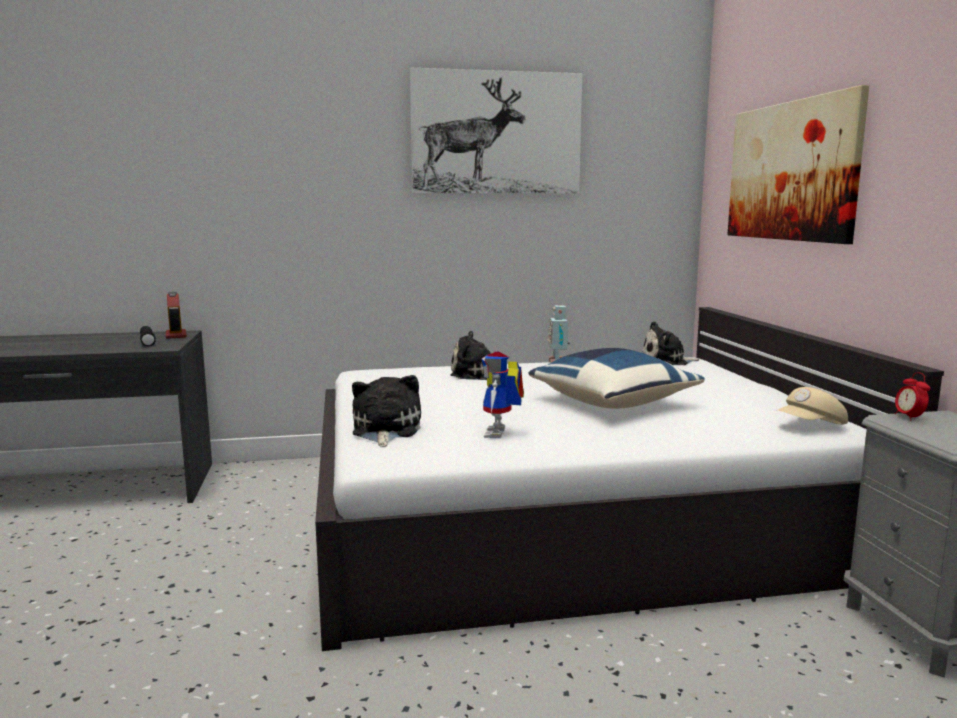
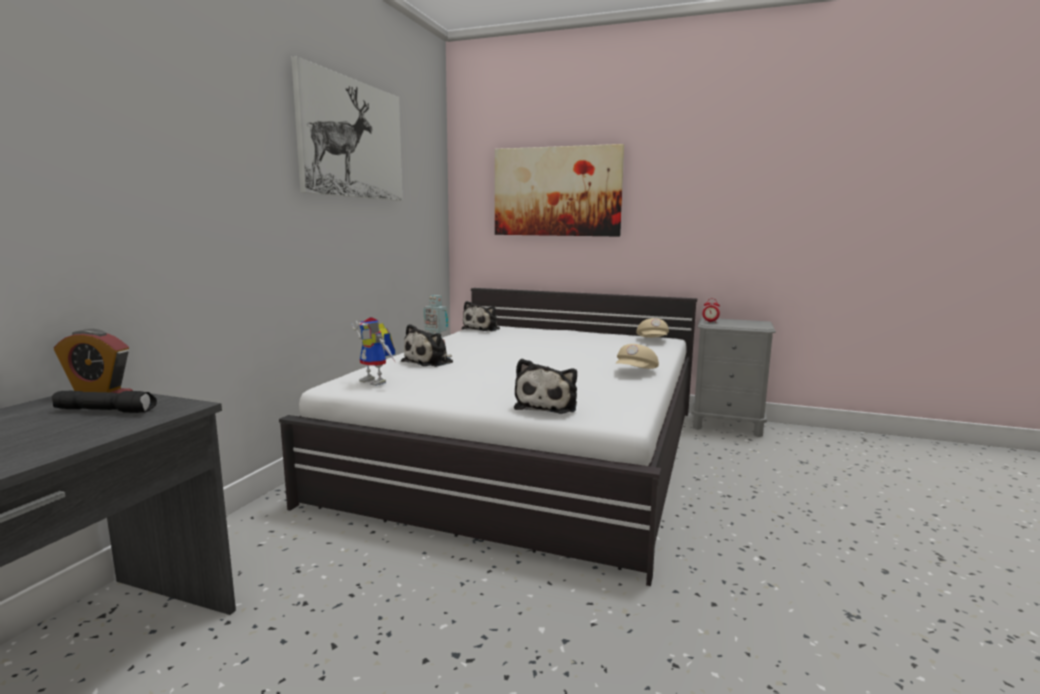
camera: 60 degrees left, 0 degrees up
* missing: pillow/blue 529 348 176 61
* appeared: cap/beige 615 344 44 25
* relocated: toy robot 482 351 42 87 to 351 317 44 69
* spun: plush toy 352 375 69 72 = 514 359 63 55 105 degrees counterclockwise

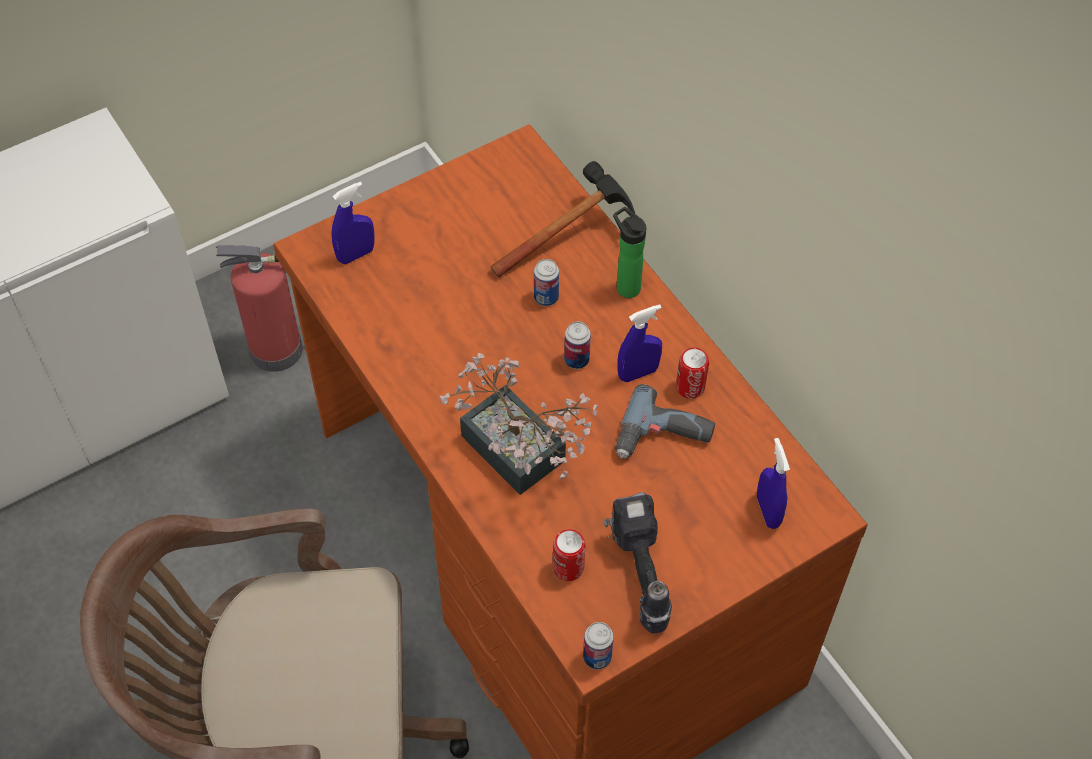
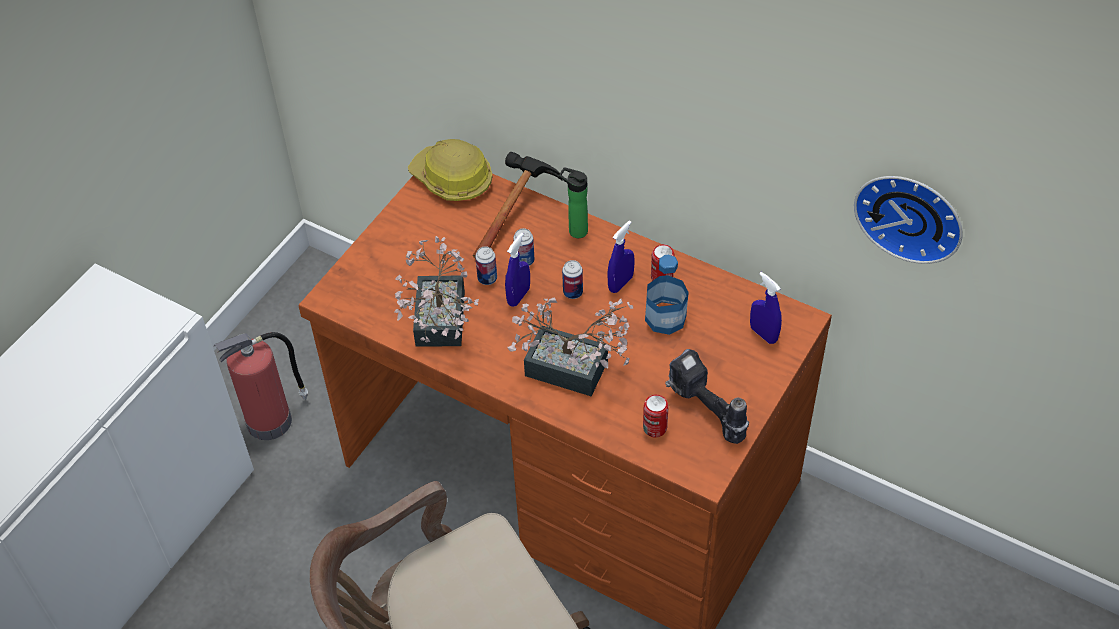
camera: 25 degrees left, 5 degrees down
* appeared: potted plant 394 236 85 111
* appeared: hard hat 408 139 84 62
* appeared: wall clock 854 176 109 88
* relocated: spray bottle/blue 331 182 43 82 to 505 233 25 74
* relocated: can 583 622 31 47 to 475 246 22 39
* exchanged: power drill 615 384 100 75 to bottle 645 255 44 80

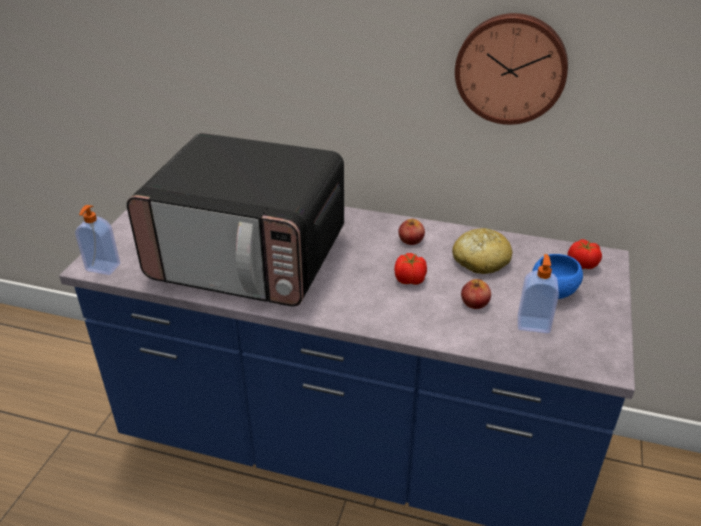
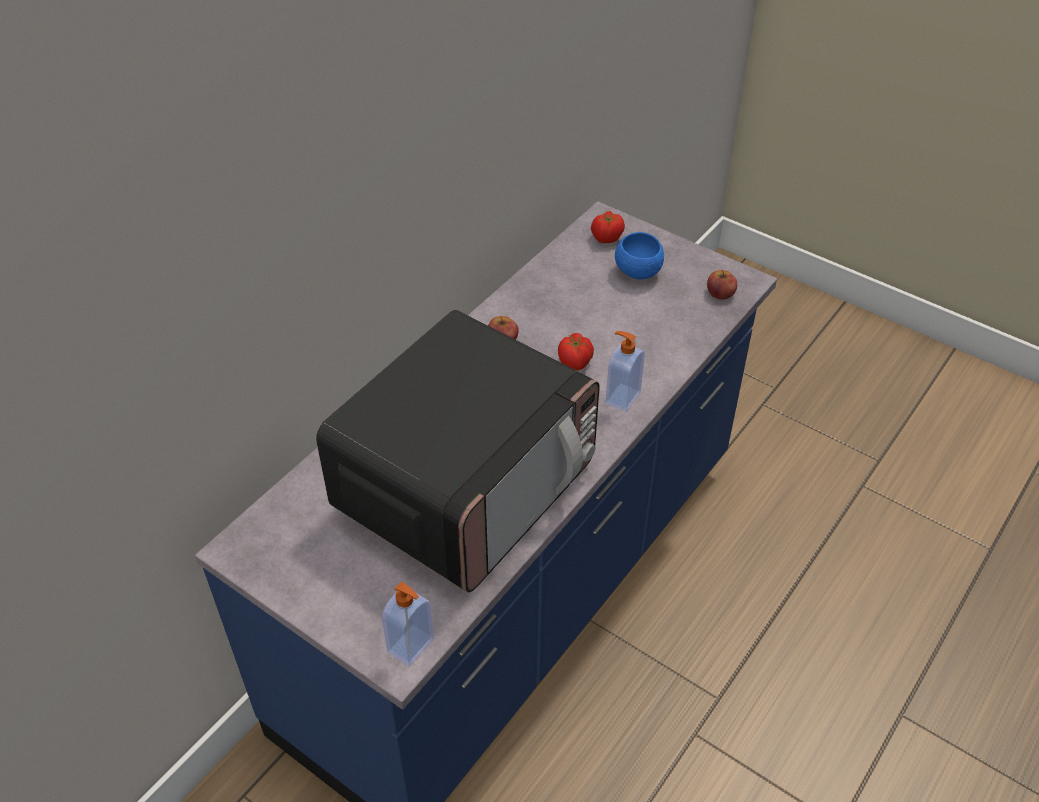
camera: 70 degrees left, 10 degrees up
* missing: bread 452 228 60 46
* missing: wall clock 455 13 113 112
* relocated: apple 461 279 30 30 to 707 270 30 30
* relocated: soap dispenser 518 254 41 79 to 605 331 40 81

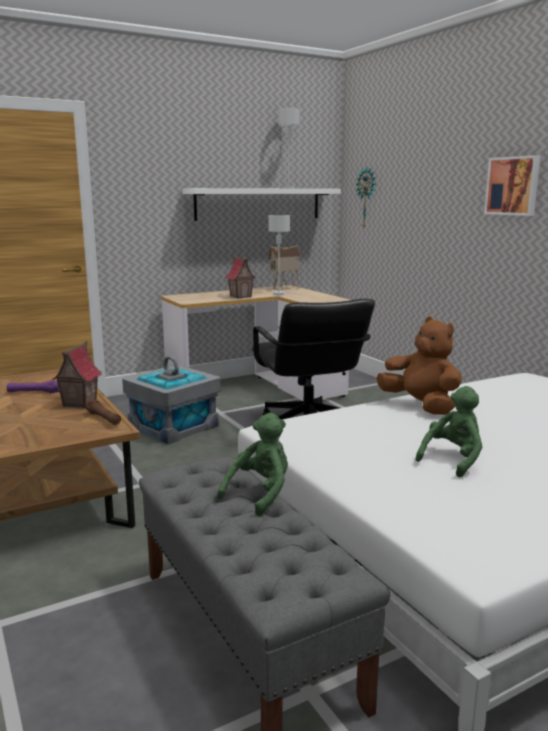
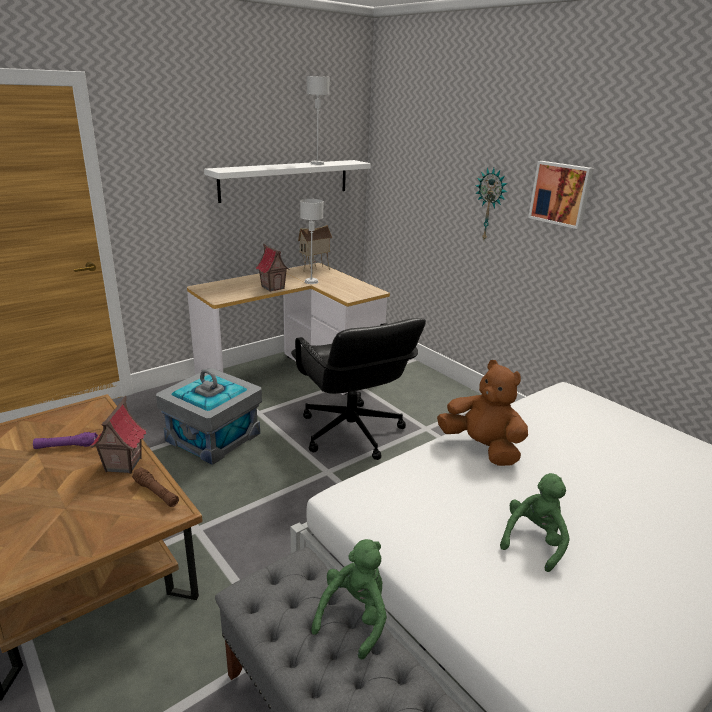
camera: 10 degrees left, 10 degrees up
* relocated: wall clock 356 166 20 61 to 475 168 33 72

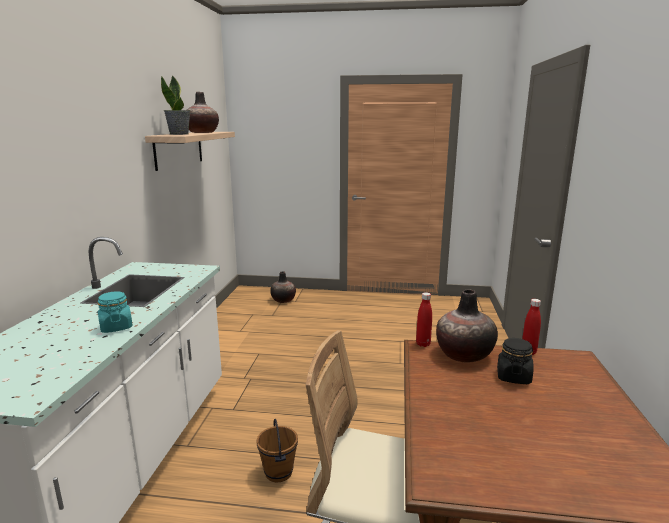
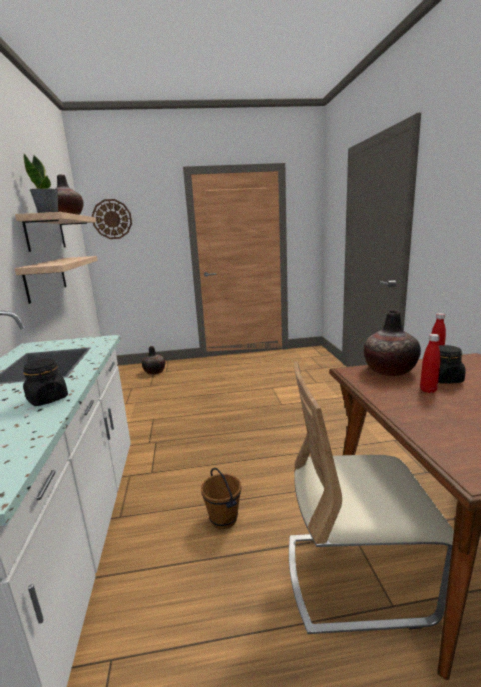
camera: 15 degrees left, 0 degrees up
* appeared: shelf 14 256 84 48
* appeared: wall clock 92 199 40 40
* relocated: bottle/red 416 292 16 55 to 420 334 21 59
* colour: jar/turquoise 98 291 35 42 to jar/black 23 359 45 47

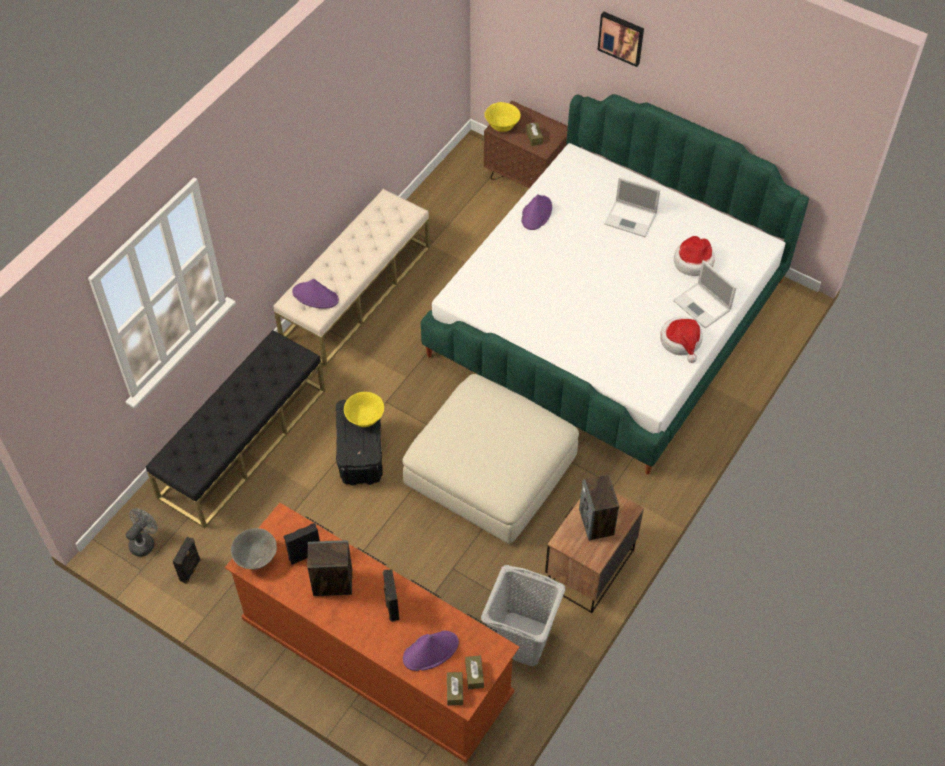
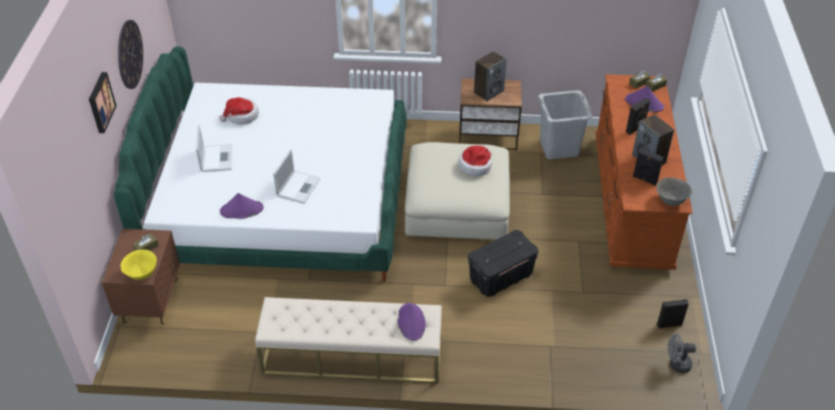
camera: 120 degrees left, 10 degrees down
* missing: bench/black 146 330 179 199
* missing: bowl/yellow 344 392 40 35
* appeared: wall clock 118 20 25 69
* relocated: hat 660 316 43 47 to 458 146 34 30
* relocated: laptop 673 260 64 69 to 273 149 48 55

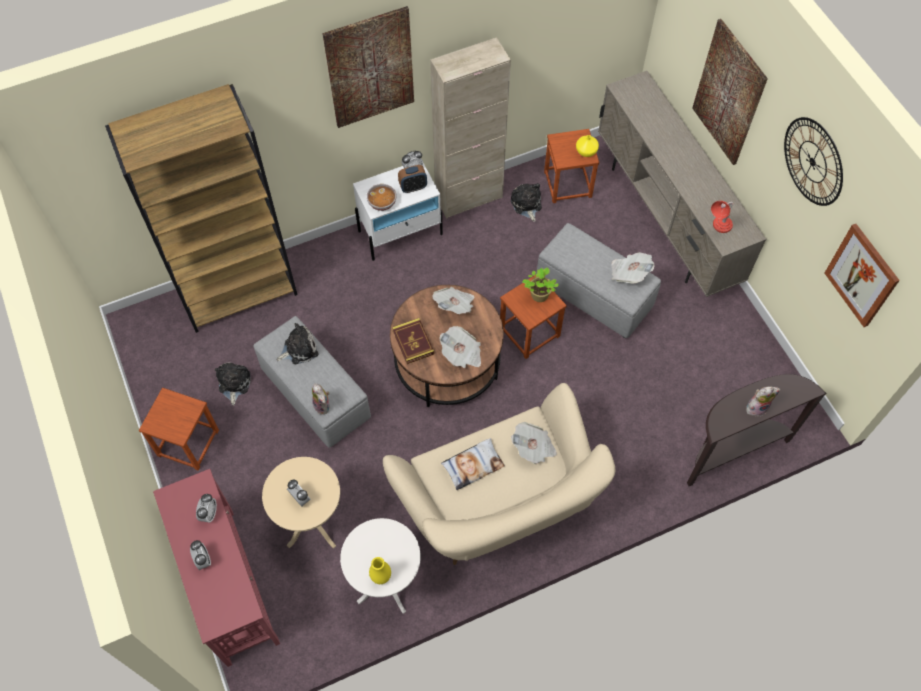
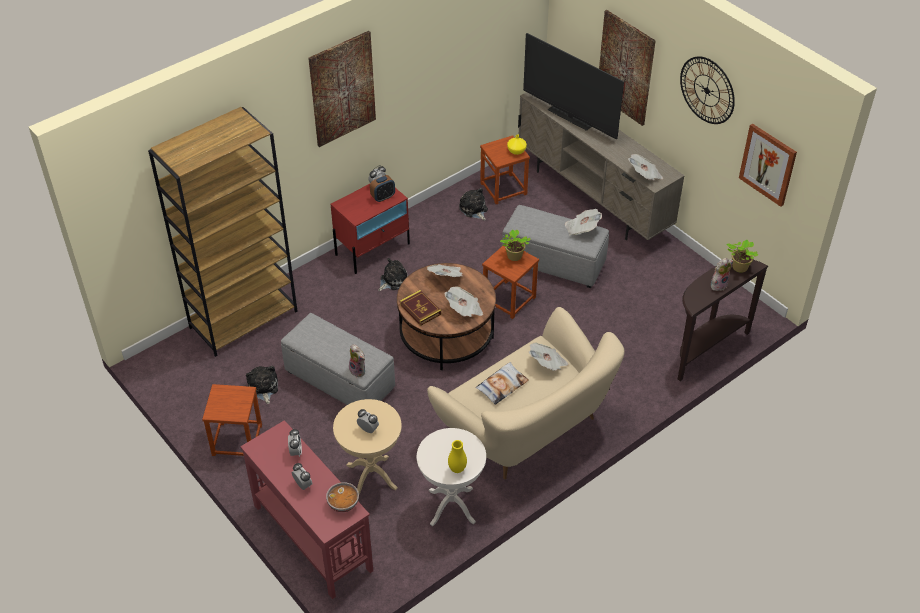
camera: 15 degrees left, 15 degrees down
* missing: cabinet/beige 430 37 81 182
* appeared: television 523 33 101 106
* appeared: potted plant 726 240 33 33
* relocated: plush toy 276 323 43 41 to 378 258 30 33
* relocated: bowl 367 184 29 27 to 326 482 33 30
* exchanged: table lamp/red 711 201 22 32 to newspaper 628 154 35 26
* colour: nightstand/white 353 163 90 98 to nightstand/red 331 184 79 90

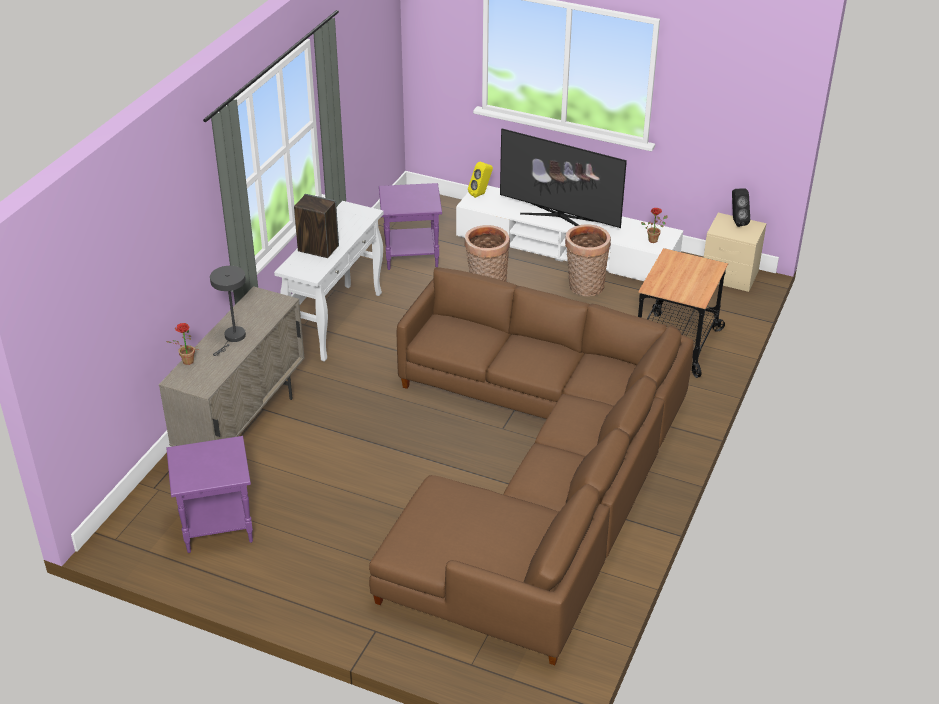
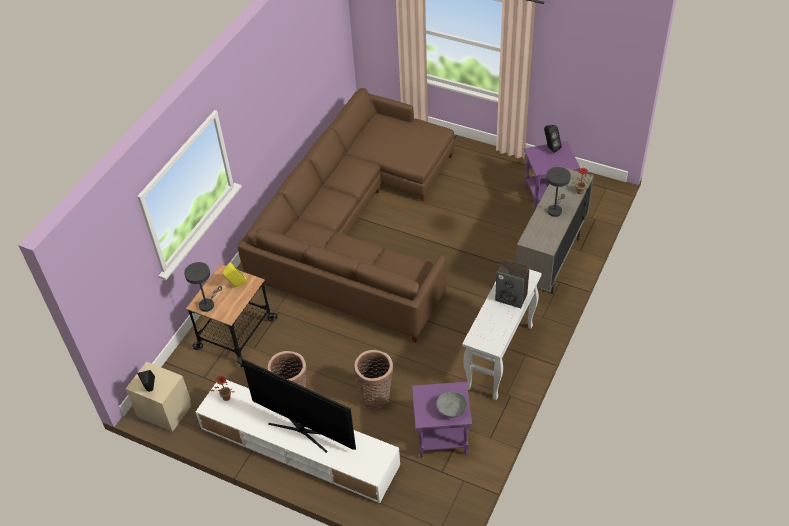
camera: 175 degrees left, 10 degrees up
* appeared: table lamp/grey 184 262 38 50
* appeared: bowl/grey 436 392 31 25
* appeared: speaker/black 544 125 18 28
* relocated: speaker/yellow 468 162 25 36 to 222 263 26 24

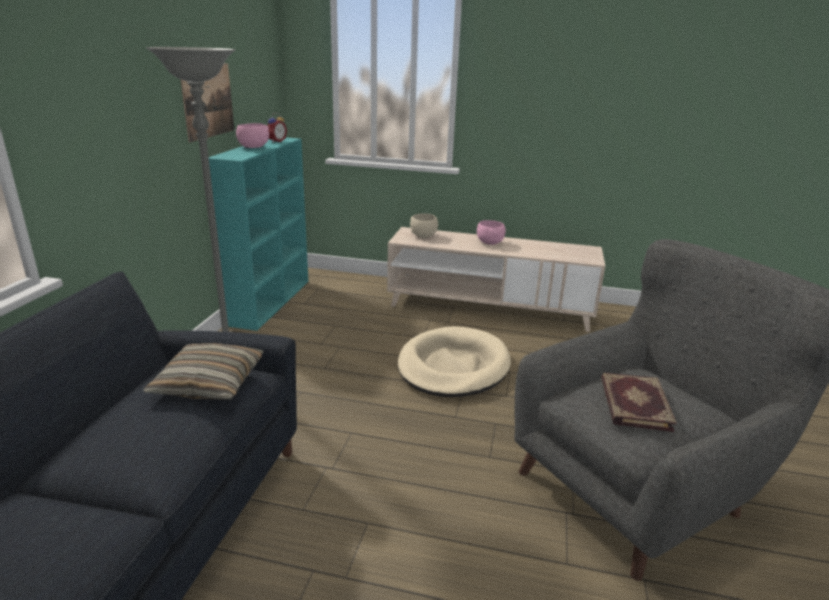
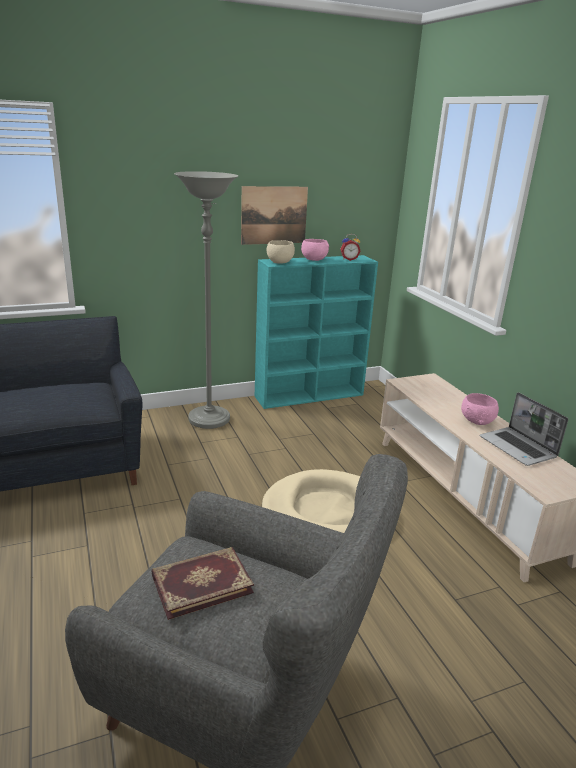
camera: 55 degrees right, 0 degrees up
* missing: pillow 143 343 120 57
* appeared: laptop 480 392 88 74
* relocated: bowl/beige 410 213 28 25 to 267 240 28 24

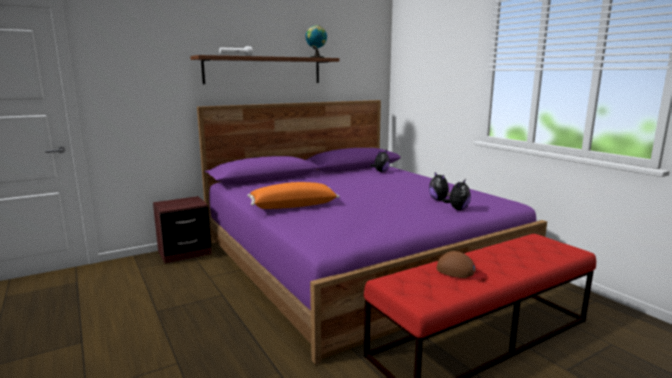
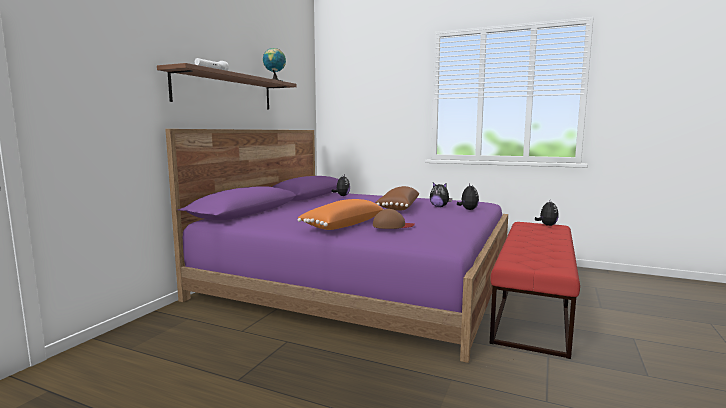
camera: 35 degrees left, 5 degrees down
* missing: nightstand/brown 153 196 58 68
* appeared: pillow/brown 375 186 44 25
* appeared: plush toy 535 201 24 25
* relocated: cap/brown 437 251 50 29 to 373 209 42 20

